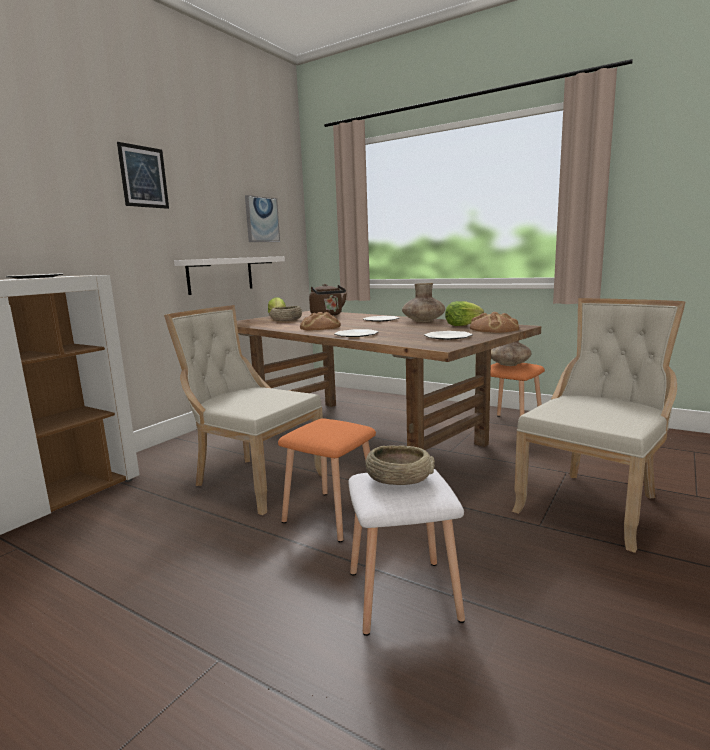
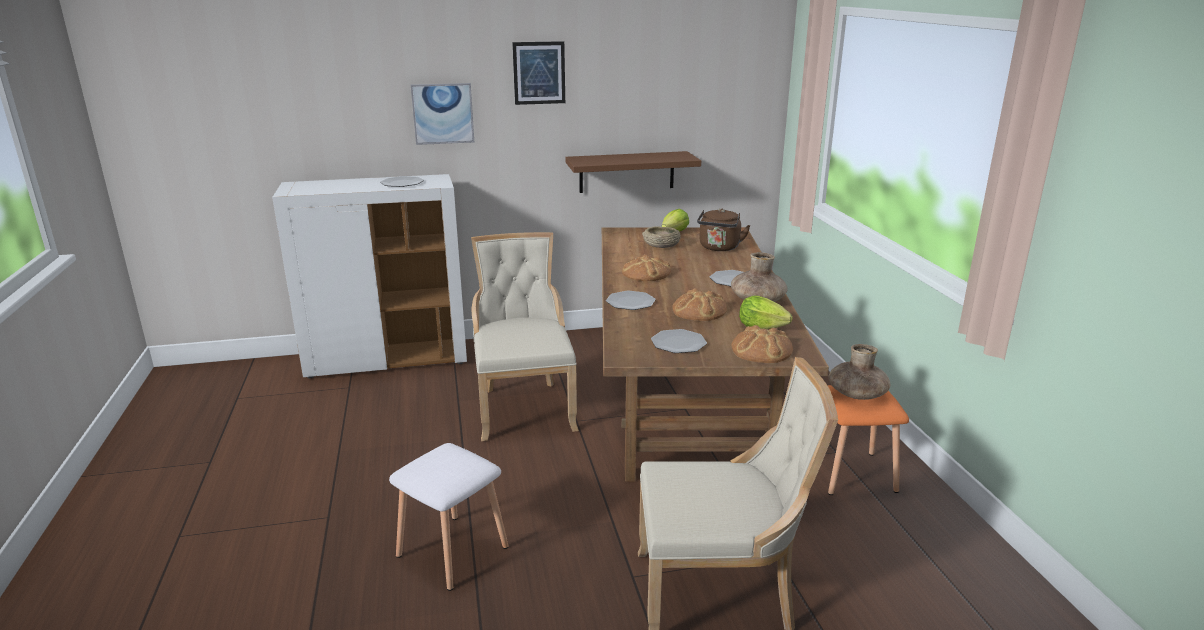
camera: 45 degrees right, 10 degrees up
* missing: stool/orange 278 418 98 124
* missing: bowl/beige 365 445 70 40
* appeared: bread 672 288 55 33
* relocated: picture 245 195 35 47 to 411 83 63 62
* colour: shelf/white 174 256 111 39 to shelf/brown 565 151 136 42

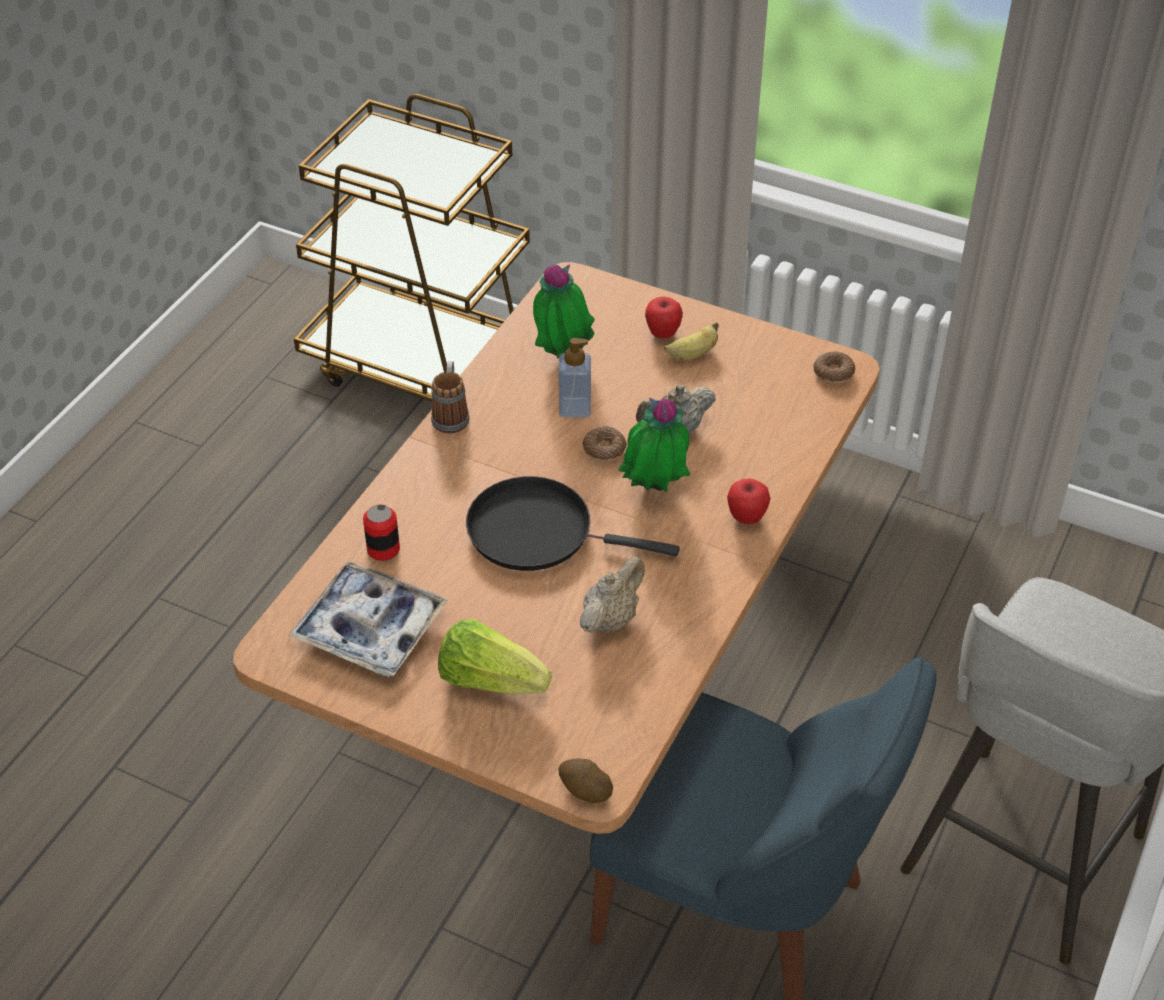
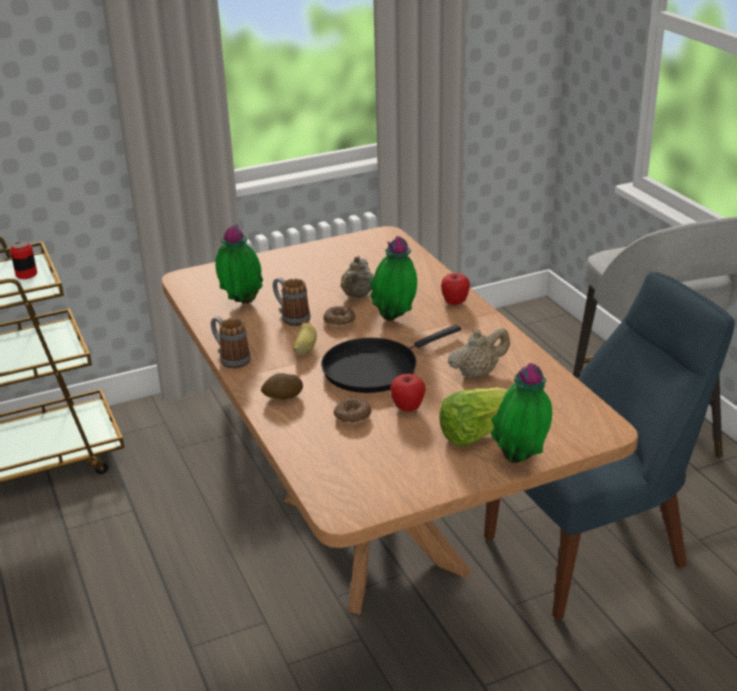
camera: 50 degrees left, 15 degrees down
* missing: tray 289 561 160 116
* appeared: potted plant 491 363 61 100
* relocated: can 363 505 37 56 to 10 241 27 38
* relocated: potato 558 759 55 44 to 261 373 42 27
* relocated: apple 645 297 38 41 to 390 374 35 38
* relocated: banana 664 322 55 38 to 293 319 24 36
* relocated: donut 813 351 42 33 to 334 398 37 27
* exchanged: soap dispenser 559 338 32 80 to mug 273 278 38 48
* spun: teapot/beige 580 556 65 77 = 448 328 62 51 75 degrees clockwise

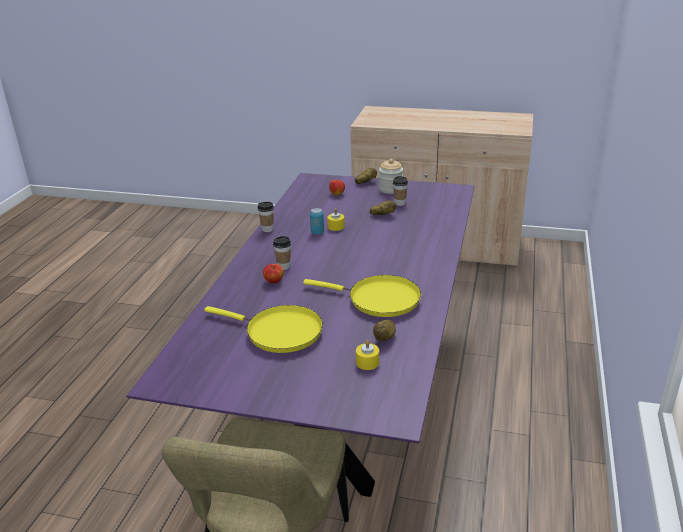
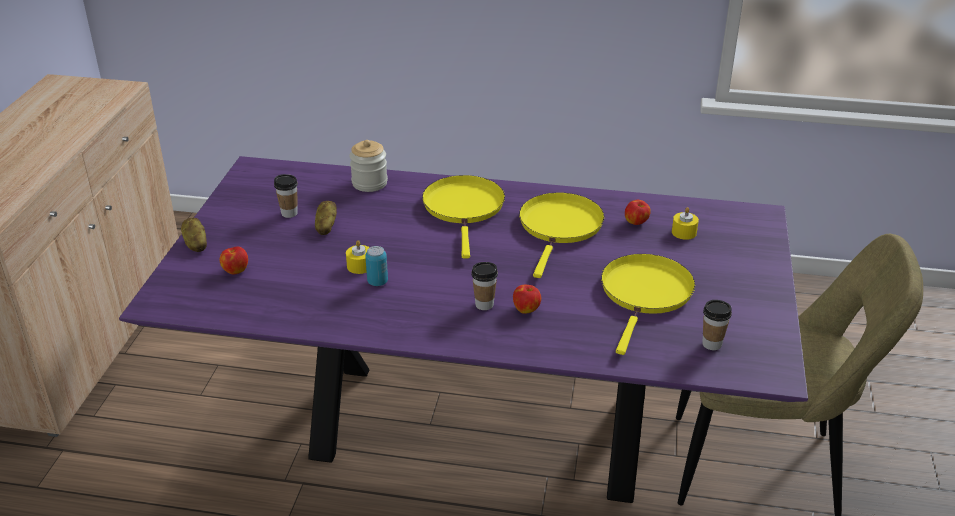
camera: 95 degrees left, 5 degrees up
* appeared: frying pan/yellow 422 175 83 84
* relocated: cup 258 202 16 30 to 702 300 30 50
* relocated: jar 379 159 24 35 to 349 140 39 52
* exchanged: potato 373 320 23 21 to apple 625 200 26 25

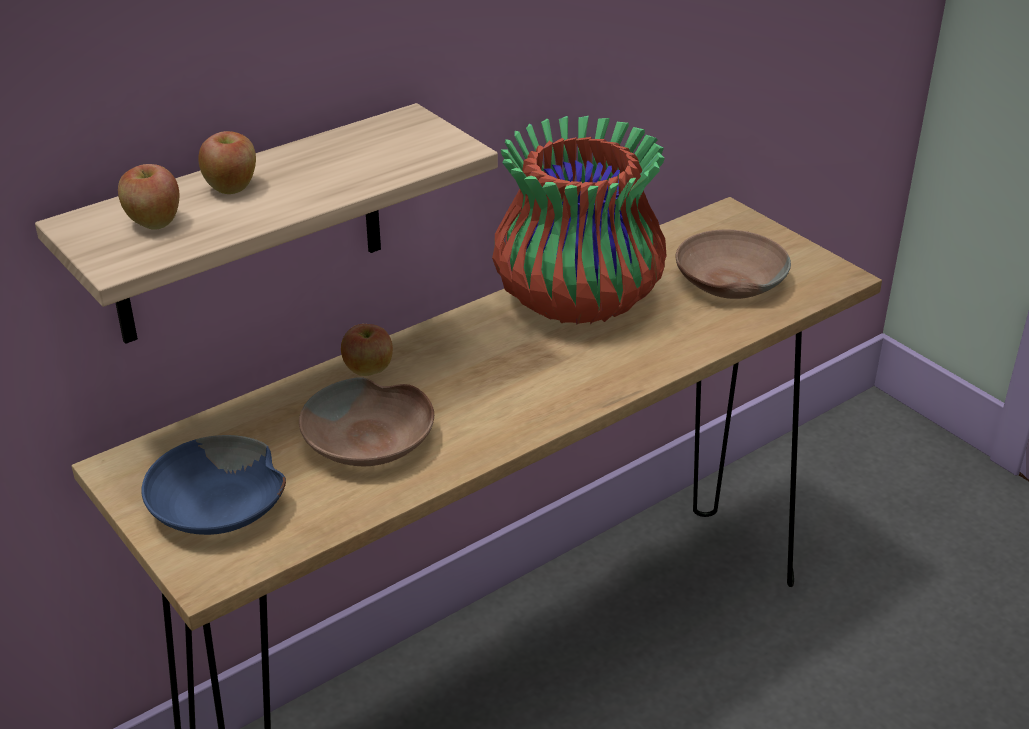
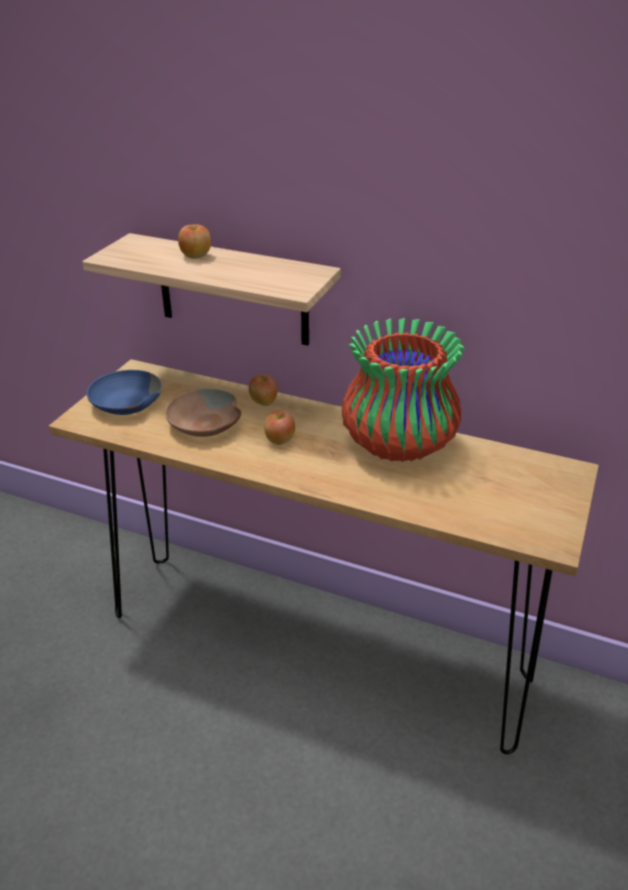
camera: 60 degrees right, 0 degrees up
* missing: bowl/brown 675 230 116 69
* relocated: apple 118 164 62 66 to 264 411 31 34

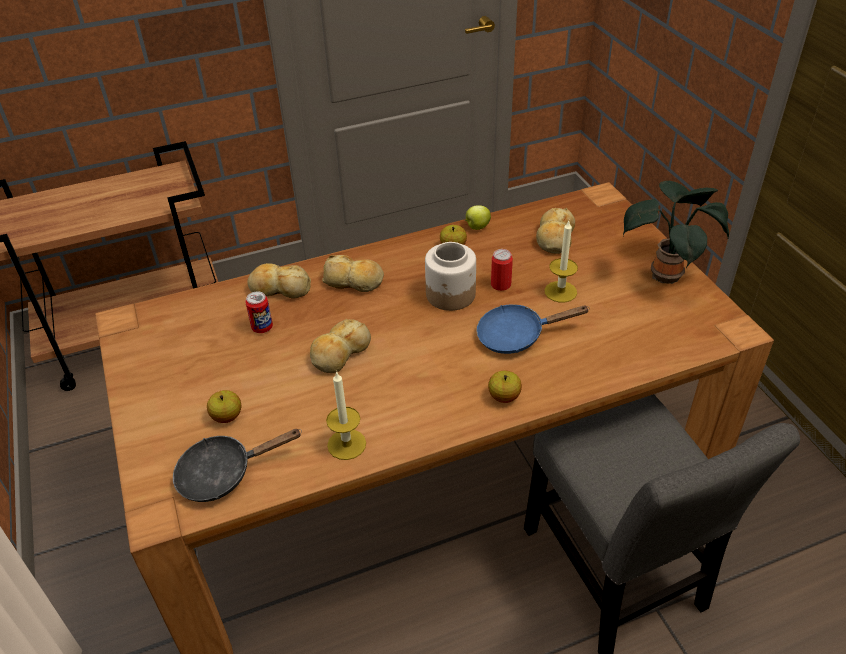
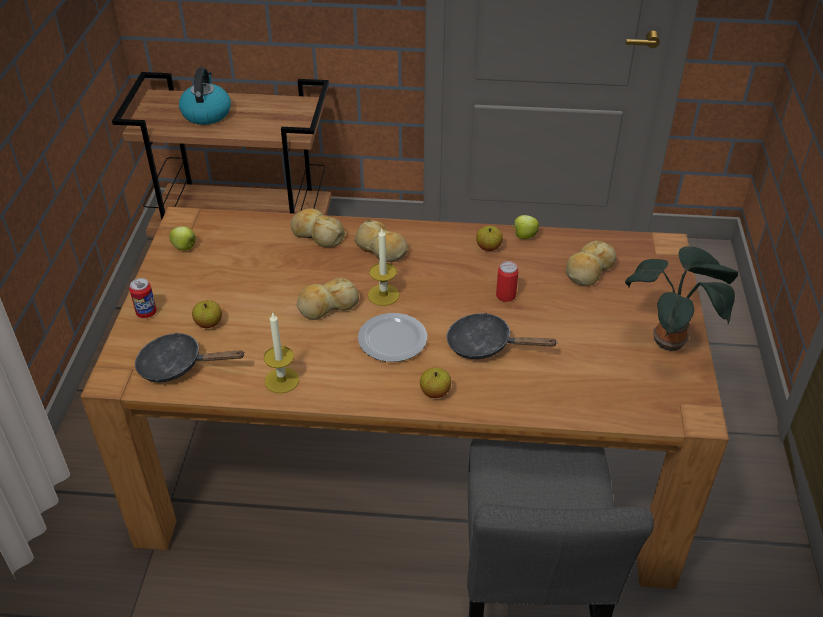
camera: 25 degrees right, 0 degrees up
* missing: jar 425 242 51 69
* appeared: apple 169 226 27 24
* appeared: kettle 179 67 52 58
* appeared: plate 358 313 69 49
* relocated: can 245 291 28 42 to 129 278 28 40
* relocated: candle 545 221 33 82 to 368 229 31 77
* colour: frying pan/blue 476 304 114 50 to frying pan/black 447 313 111 46

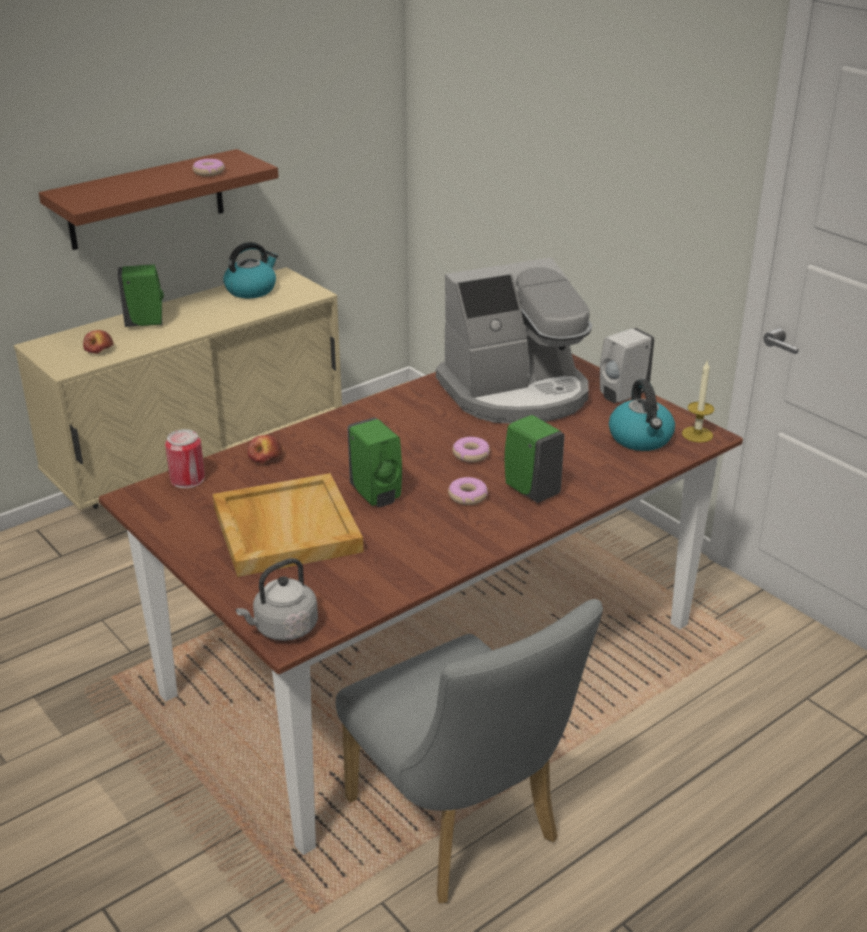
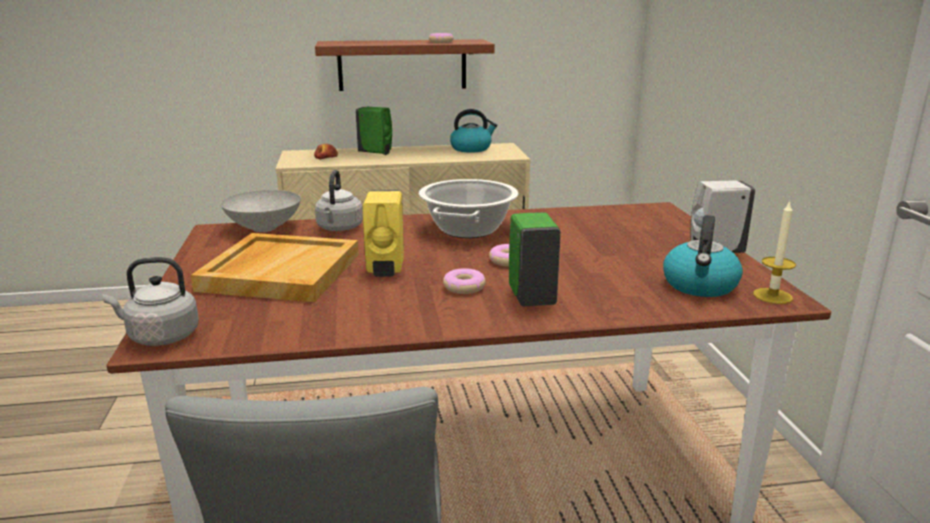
camera: 30 degrees right, 10 degrees down
* missing: coffee machine 436 258 156 166
* appeared: cooking pot 419 179 100 59
* exchanged: can 165 429 40 59 to bowl/grey 221 190 80 42
* exchanged: apple 248 435 35 28 to kettle/grey 315 170 48 61
* colour: soap dispenser/green 347 417 55 90 to soap dispenser/yellow 363 190 41 87

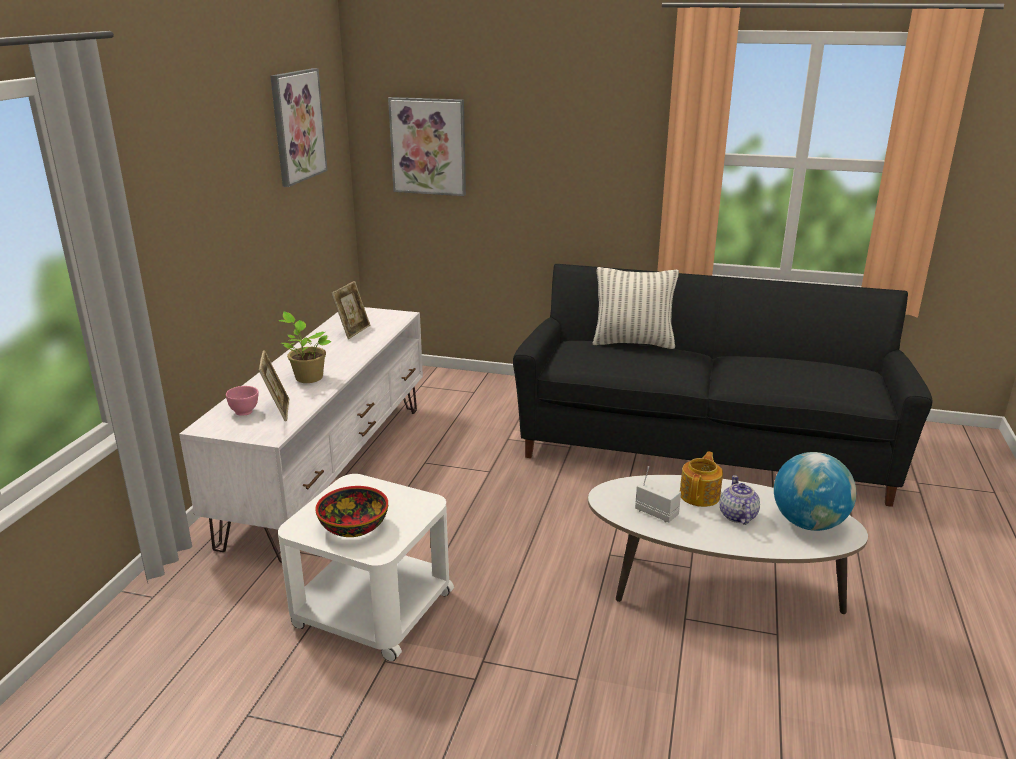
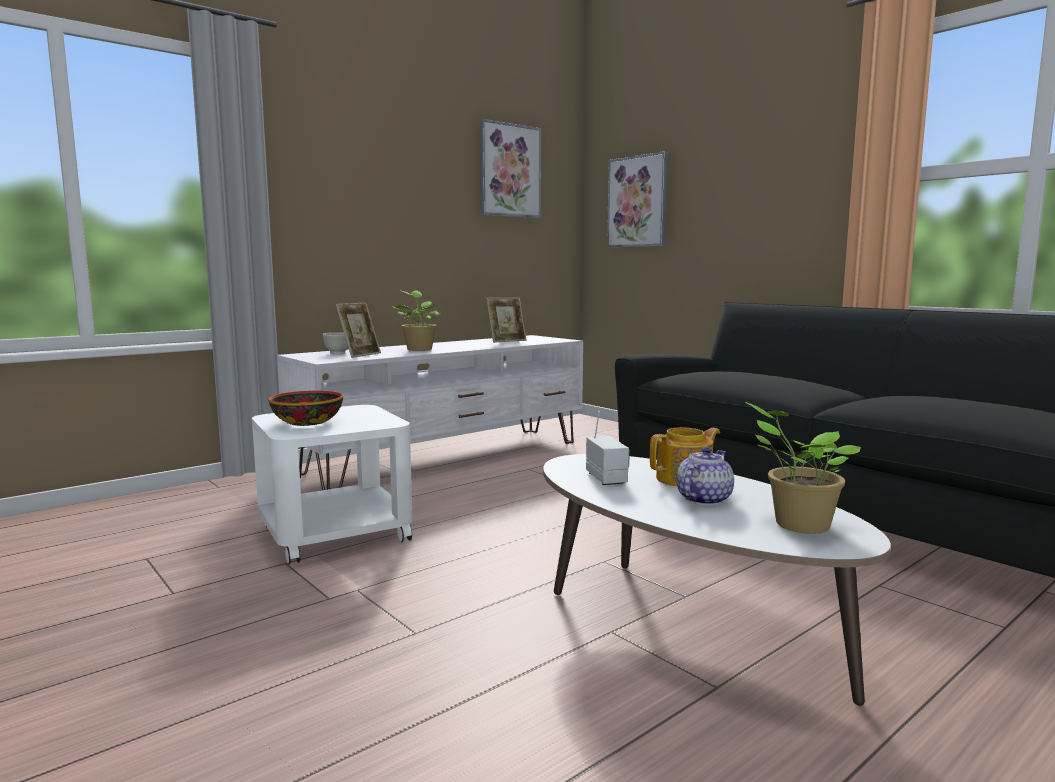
camera: 35 degrees right, 15 degrees down
* missing: pillow 593 267 86 82
* exchanged: globe 774 452 82 79 to potted plant 746 402 115 132
* colour: bowl/pink 226 386 32 30 to bowl/white 323 332 25 22

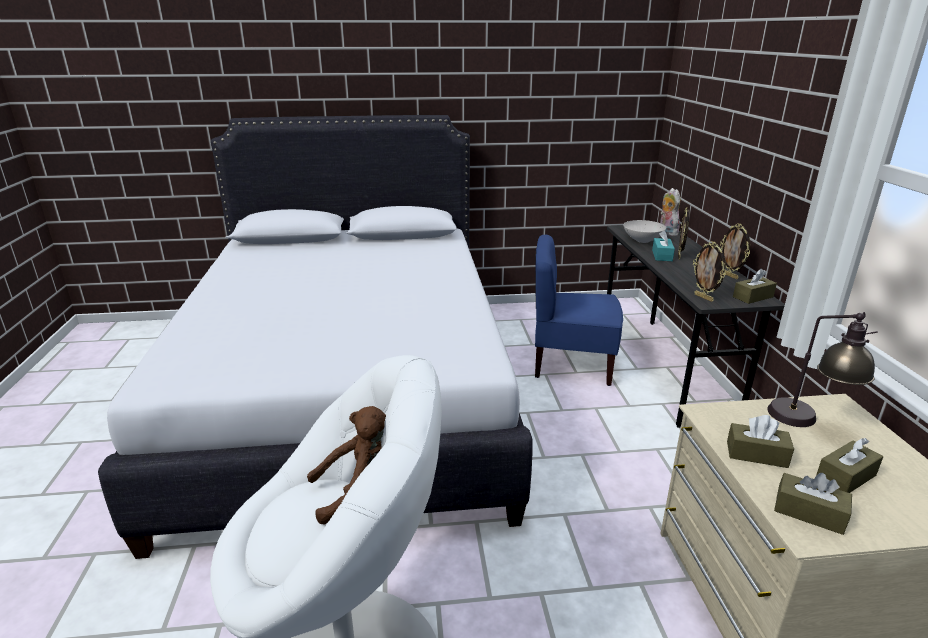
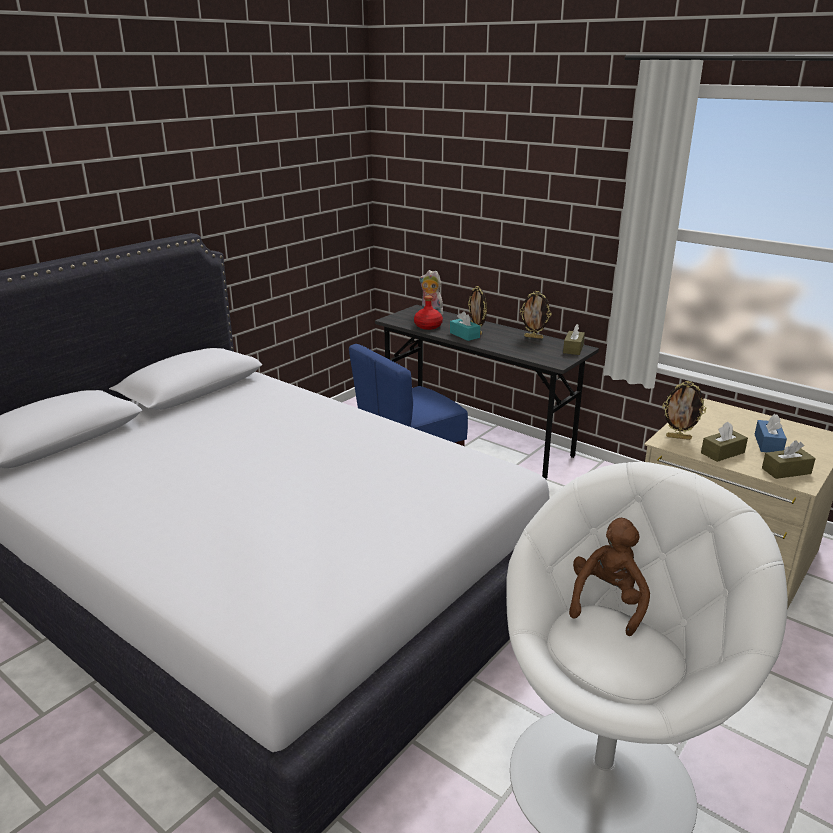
camera: 45 degrees left, 0 degrees up
* missing: table lamp 767 312 111 115
* relocated: picture frame 693 241 33 61 to 662 381 44 59
* exchanged: bowl/white 624 220 42 23 to bottle/red 414 296 29 34
* colour: tissue box/brown 816 438 67 55 to tissue box/blue 755 414 32 38

